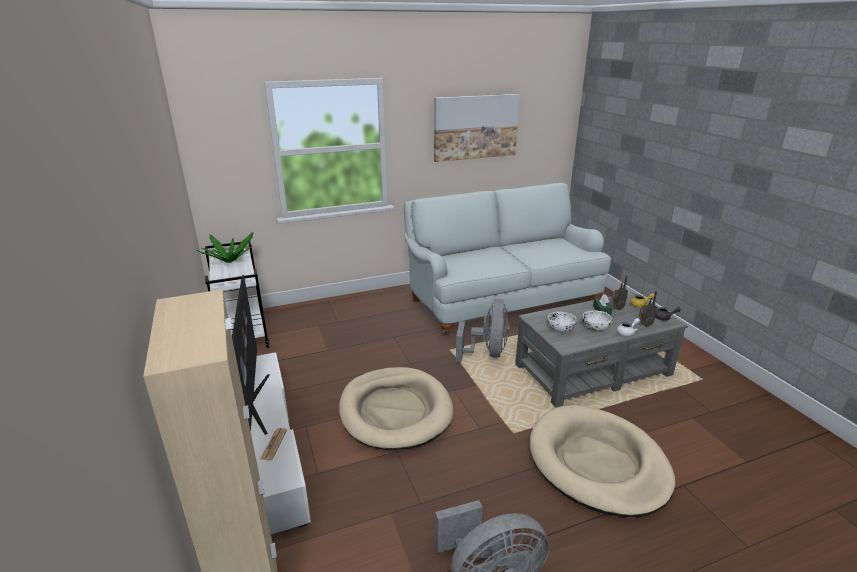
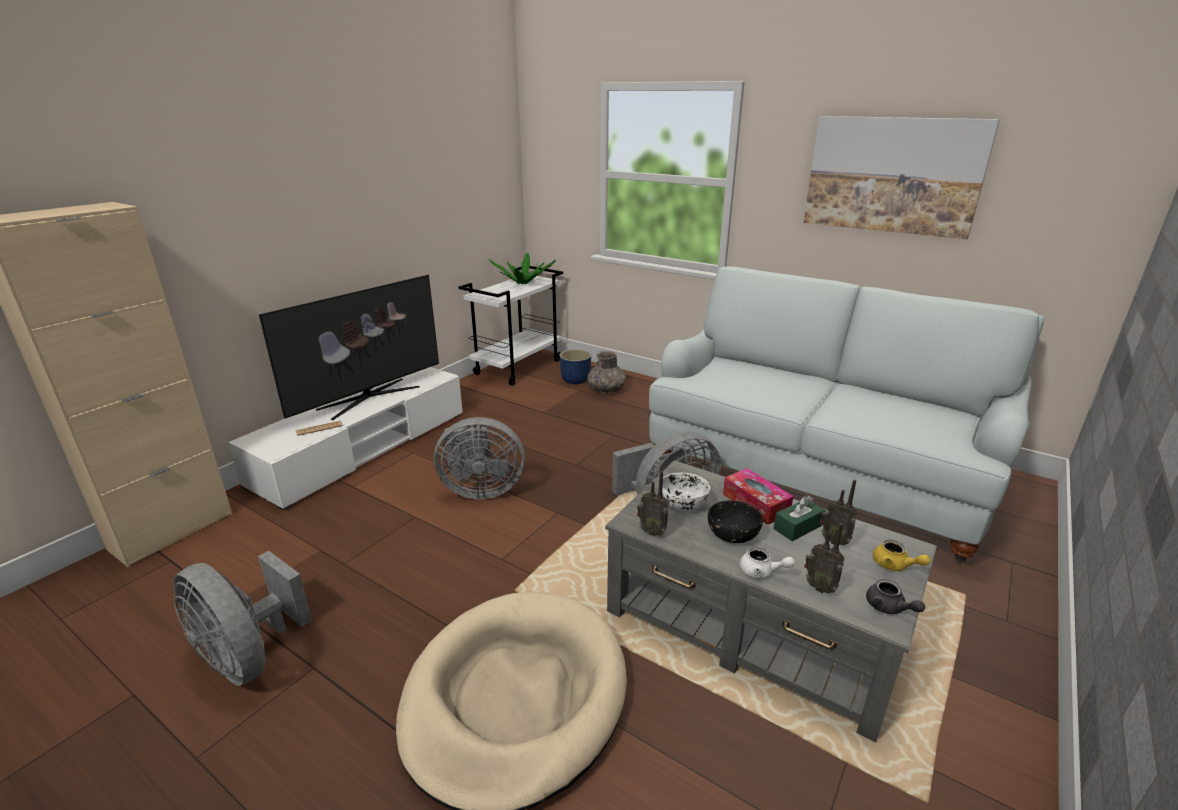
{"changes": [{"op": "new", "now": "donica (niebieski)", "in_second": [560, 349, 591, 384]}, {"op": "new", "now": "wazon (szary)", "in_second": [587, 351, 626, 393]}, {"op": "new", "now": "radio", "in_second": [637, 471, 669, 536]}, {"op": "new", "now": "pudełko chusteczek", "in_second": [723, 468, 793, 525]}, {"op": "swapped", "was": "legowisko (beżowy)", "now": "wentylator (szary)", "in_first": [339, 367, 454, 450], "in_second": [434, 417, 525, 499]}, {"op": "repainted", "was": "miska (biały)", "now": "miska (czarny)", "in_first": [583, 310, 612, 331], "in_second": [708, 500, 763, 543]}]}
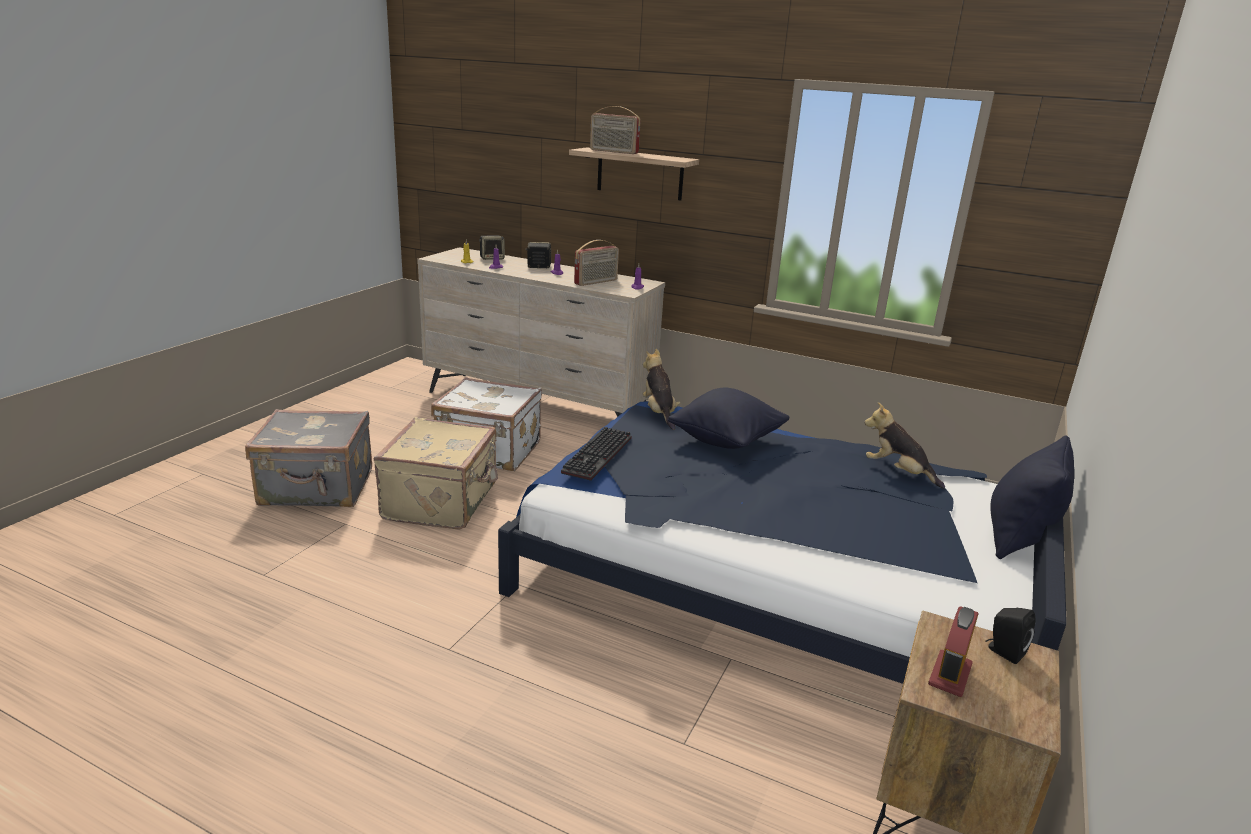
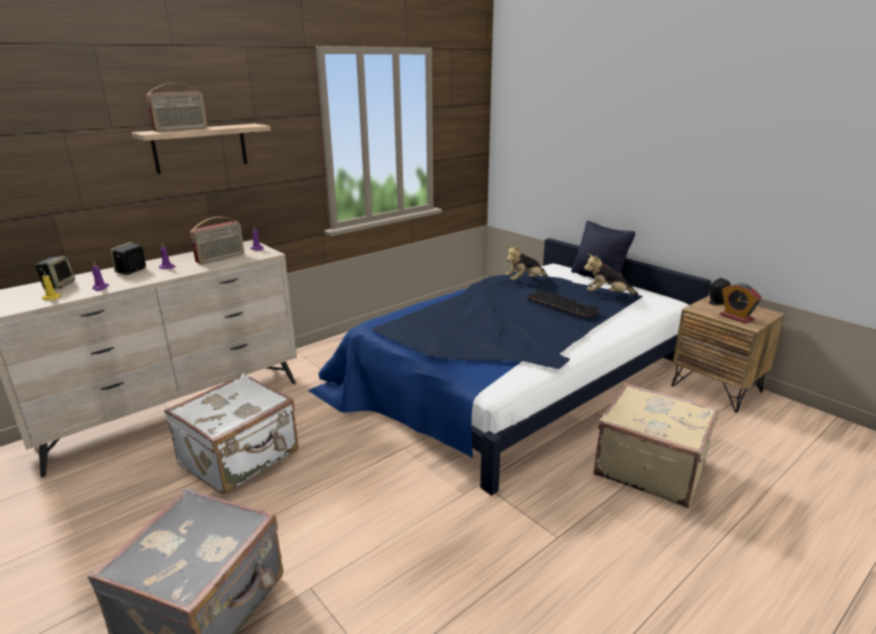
{"changes": [{"op": "gone", "was": "poduszka (czarny)", "in_first": [668, 388, 790, 449]}, {"op": "shifted", "was": "walizka (beżowy)", "in_first": [374, 417, 498, 530], "in_second": [593, 383, 719, 508]}, {"op": "shifted", "was": "klawiatura", "in_first": [561, 427, 631, 481], "in_second": [527, 289, 599, 319]}, {"op": "shifted", "was": "pluszak", "in_first": [643, 349, 681, 430], "in_second": [584, 253, 639, 296]}, {"op": "rotated", "was": "radio", "in_first": [574, 240, 619, 286], "in_second": [190, 217, 244, 265], "clockwise": 60}]}
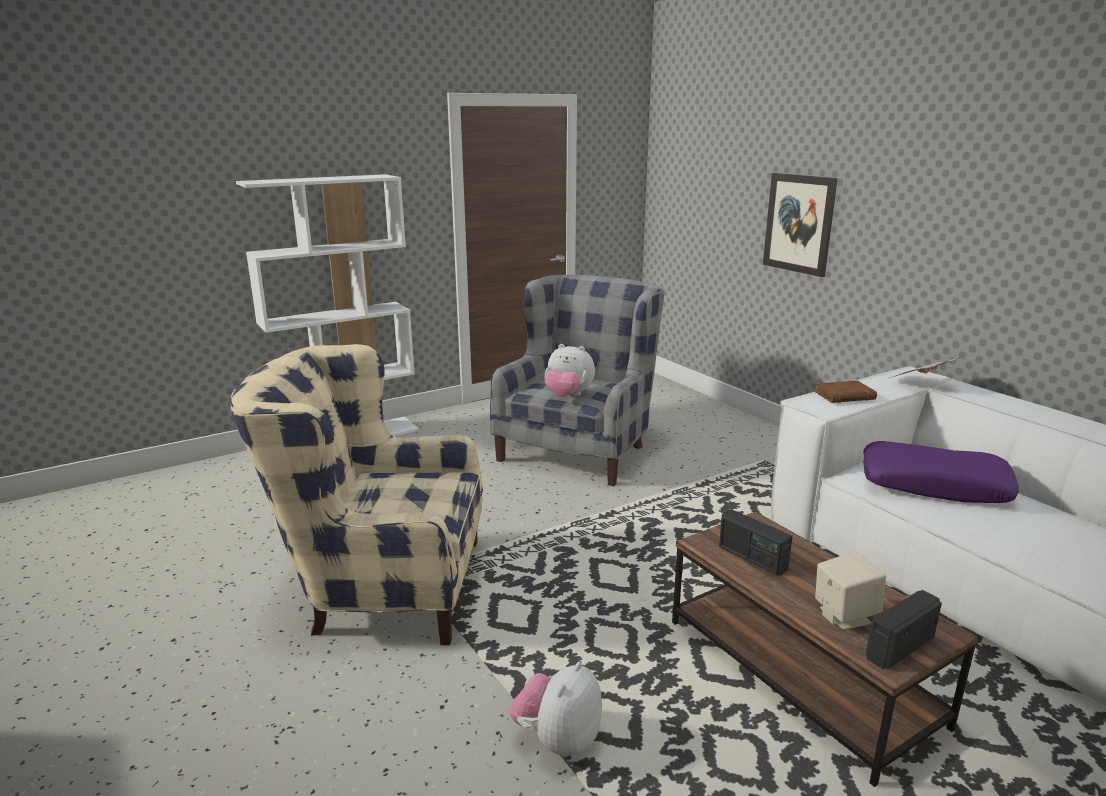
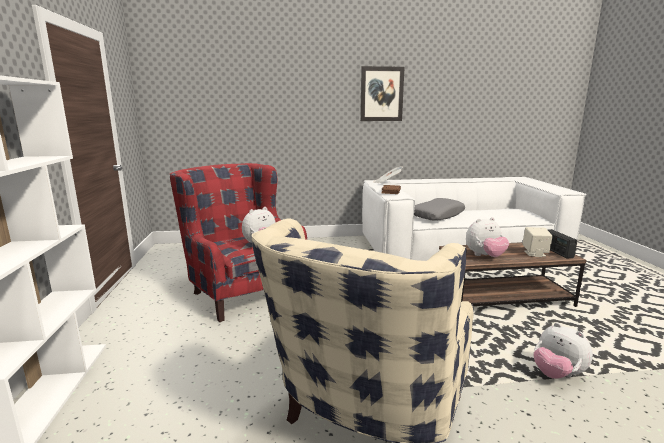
{"changes": [{"op": "shifted", "was": "obraz", "in_first": [763, 173, 838, 277], "in_second": [360, 66, 405, 121]}, {"op": "swapped", "was": "radio", "now": "pluszak", "in_first": [719, 509, 793, 576], "in_second": [466, 217, 509, 257]}, {"op": "repainted", "was": "fotel (szary)", "now": "fotel (czerwony)", "in_first": [490, 275, 665, 486], "in_second": [170, 163, 307, 322]}, {"op": "repainted", "was": "poduszka (fioletowy)", "now": "poduszka (szary)", "in_first": [863, 441, 1019, 503], "in_second": [414, 198, 465, 221]}]}
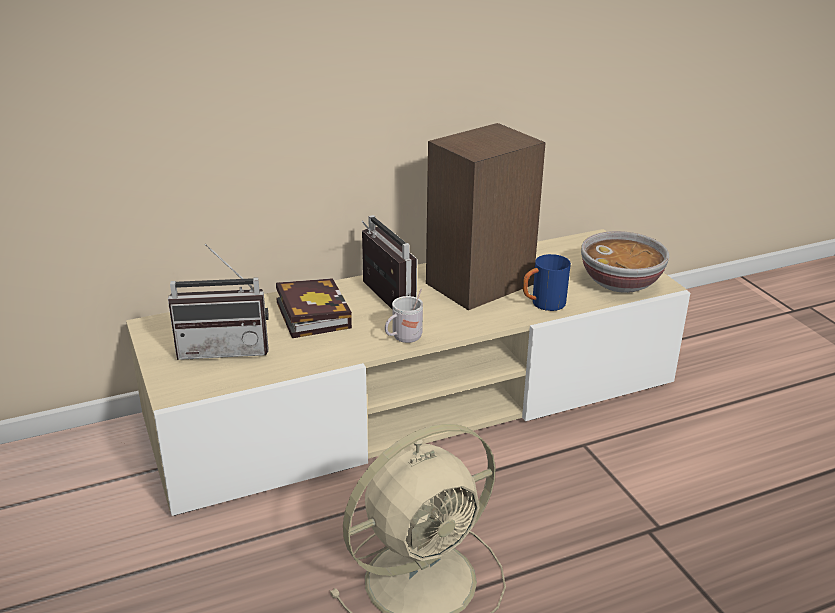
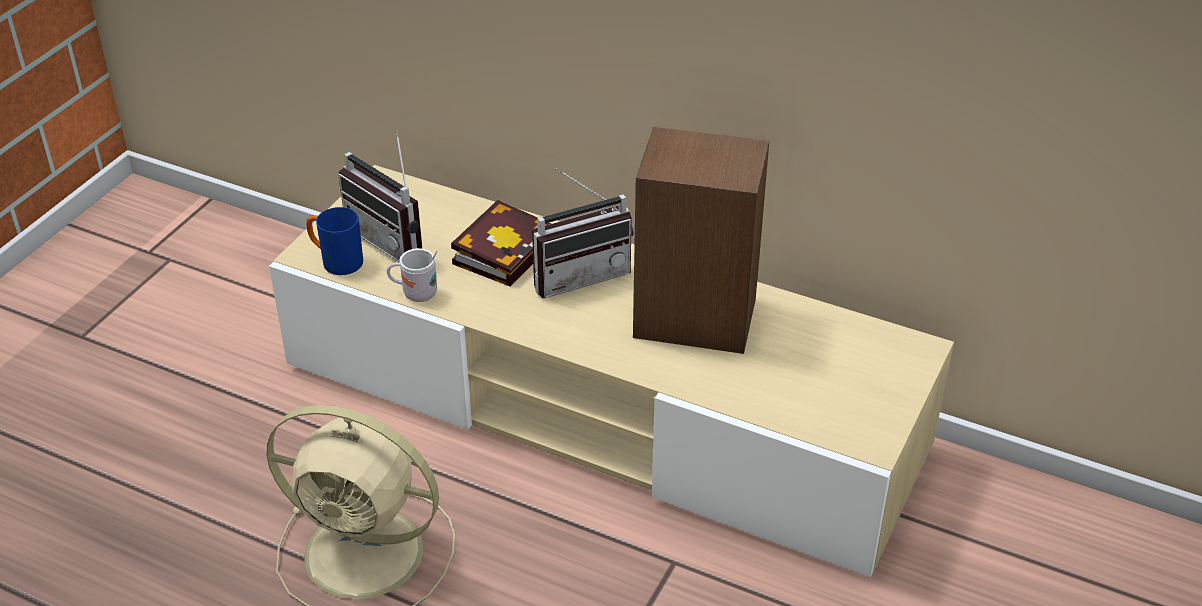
{"changes": [{"op": "gone", "was": "miska", "in_first": [581, 231, 669, 293]}, {"op": "shifted", "was": "kubek (biały)", "in_first": [385, 289, 423, 343], "in_second": [387, 248, 437, 302]}, {"op": "shifted", "was": "kubek (niebieski)", "in_first": [523, 254, 571, 311], "in_second": [306, 207, 363, 275]}, {"op": "rotated", "was": "radio", "in_first": [362, 215, 417, 309], "in_second": [532, 168, 634, 298], "clockwise": 45}]}
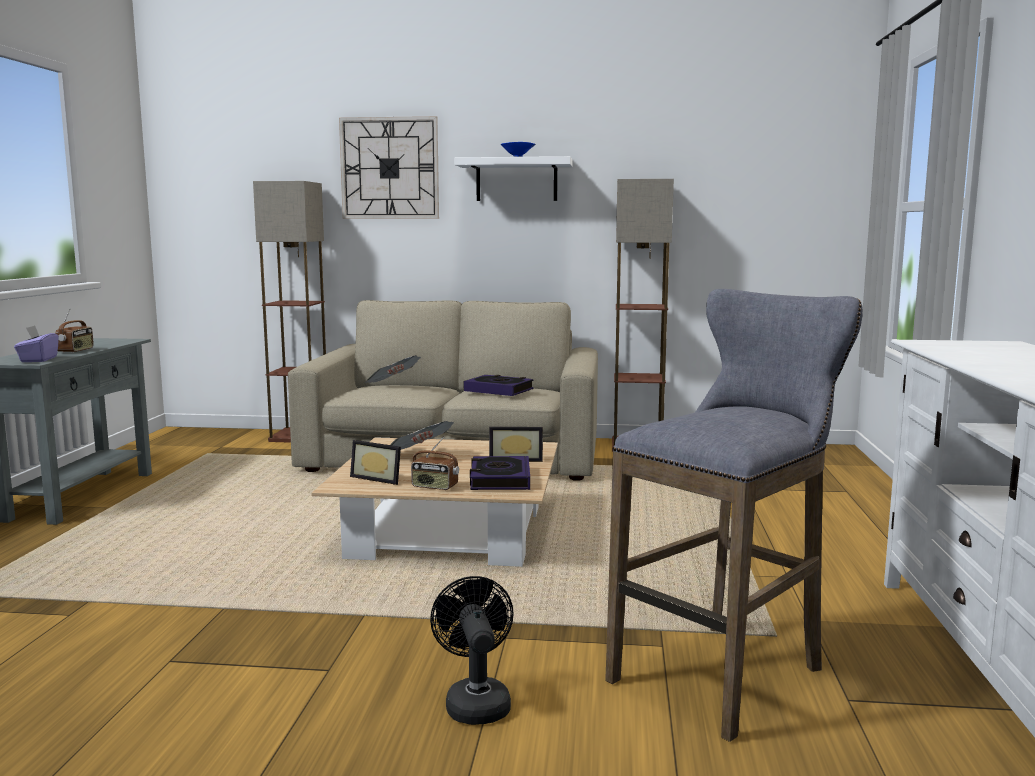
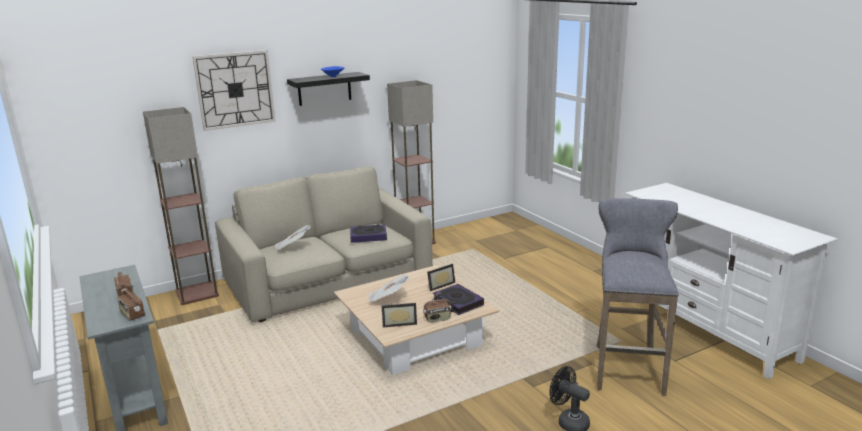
{"changes": [{"op": "swapped", "was": "pudełko chusteczek (fioletowy)", "now": "radio", "in_first": [14, 325, 59, 362], "in_second": [117, 284, 145, 321]}, {"op": "repainted", "was": "półka (biały)", "now": "półka (czarny)", "in_first": [455, 156, 573, 201], "in_second": [287, 72, 370, 106]}]}
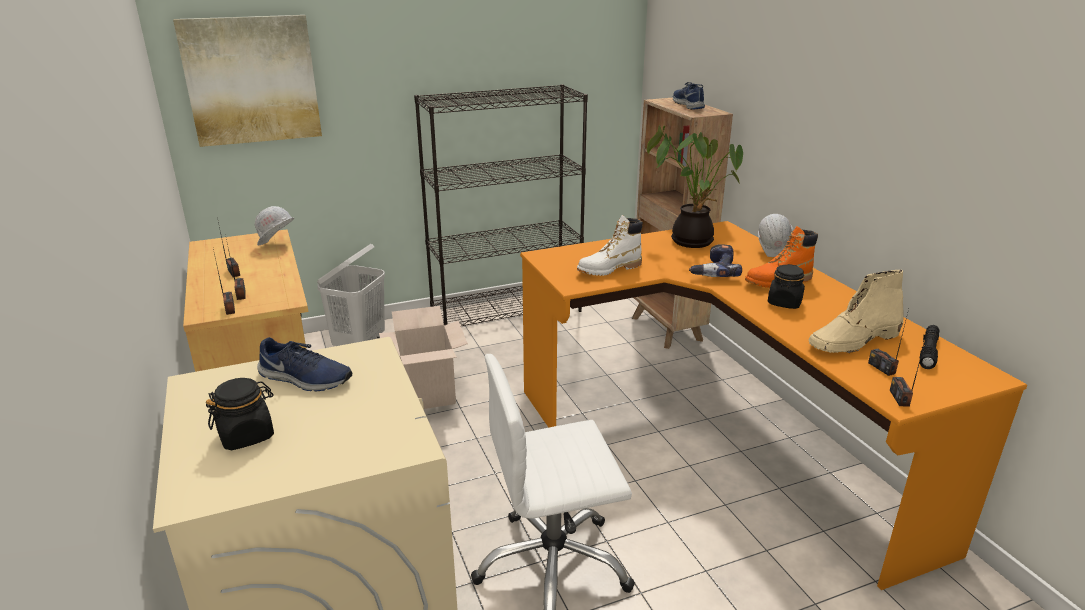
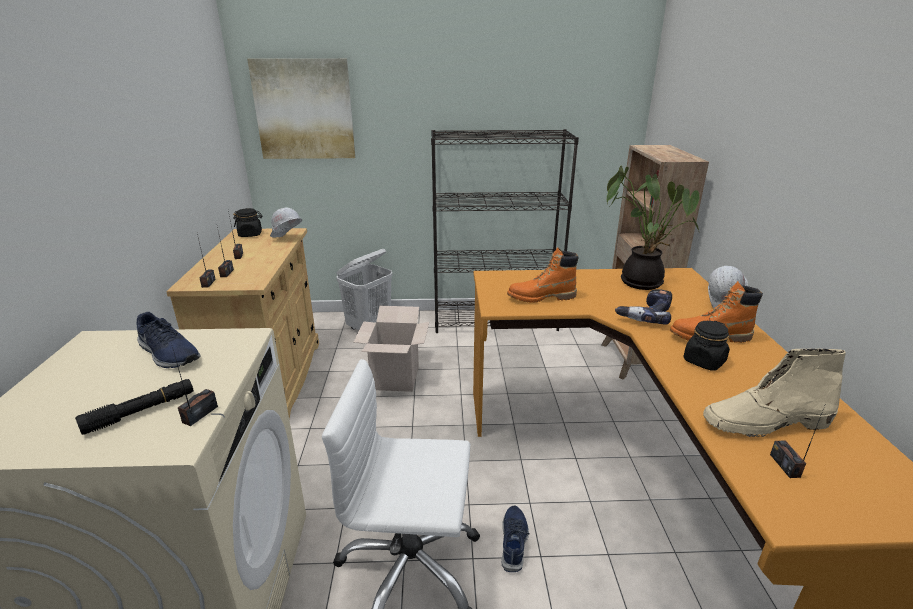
{"changes": [{"op": "shifted", "was": "słoik (czarny)", "in_first": [206, 378, 274, 450], "in_second": [233, 208, 262, 237]}, {"op": "shifted", "was": "but (niebieski)", "in_first": [673, 82, 705, 110], "in_second": [502, 506, 529, 572]}, {"op": "shifted", "was": "radio", "in_first": [890, 339, 926, 407], "in_second": [172, 347, 218, 426]}, {"op": "shifted", "was": "latarka (czarny)", "in_first": [919, 325, 939, 369], "in_second": [75, 379, 194, 435]}, {"op": "repainted", "was": "but z cholewką (biały)", "now": "but z cholewką (pomarańczowy)", "in_first": [577, 215, 643, 276], "in_second": [507, 247, 579, 303]}]}
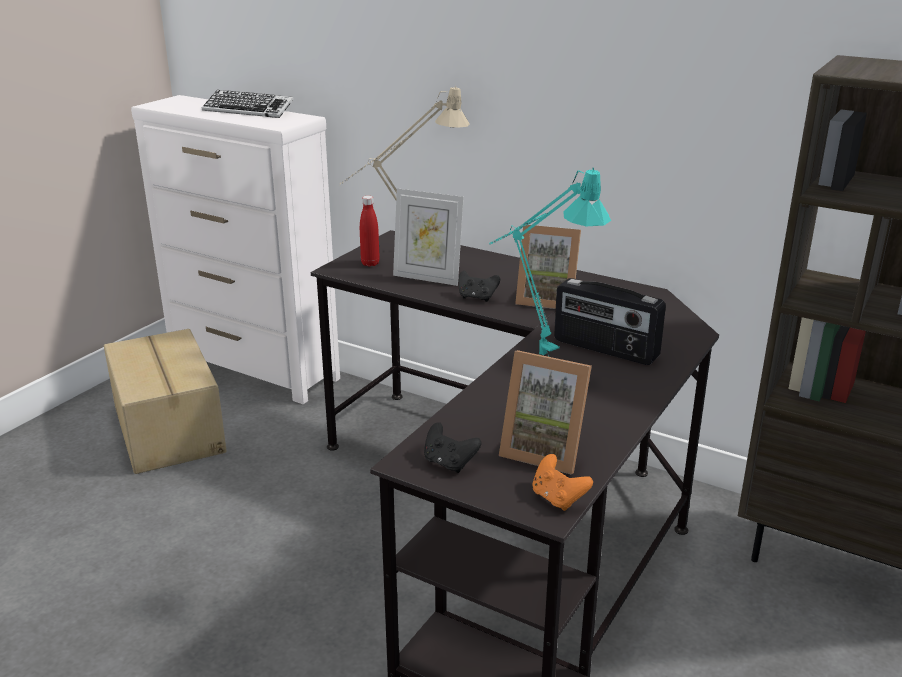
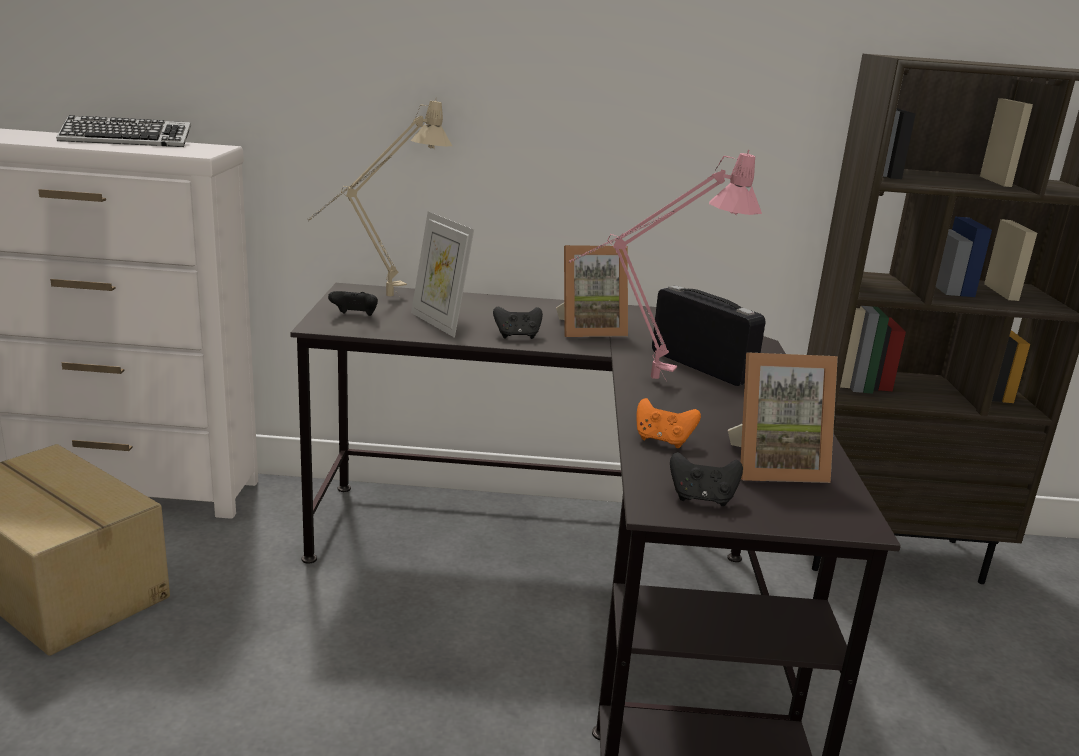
{"changes": [{"op": "shifted", "was": "pad do gier (pomarańczowy)", "in_first": [532, 454, 593, 511], "in_second": [637, 398, 701, 448]}, {"op": "swapped", "was": "butelka (czerwony)", "now": "pad do gier (czarny)", "in_first": [360, 196, 380, 267], "in_second": [328, 291, 378, 316]}, {"op": "repainted", "was": "lampa stołowa (turkusowy)", "now": "lampa stołowa (różowy)", "in_first": [489, 168, 611, 356], "in_second": [569, 150, 762, 380]}, {"op": "rotated", "was": "ramka na zdjęcie", "in_first": [393, 188, 464, 286], "in_second": [411, 211, 474, 337], "clockwise": 60}, {"op": "rotated", "was": "radio", "in_first": [554, 278, 666, 365], "in_second": [652, 286, 765, 386], "clockwise": -135}]}
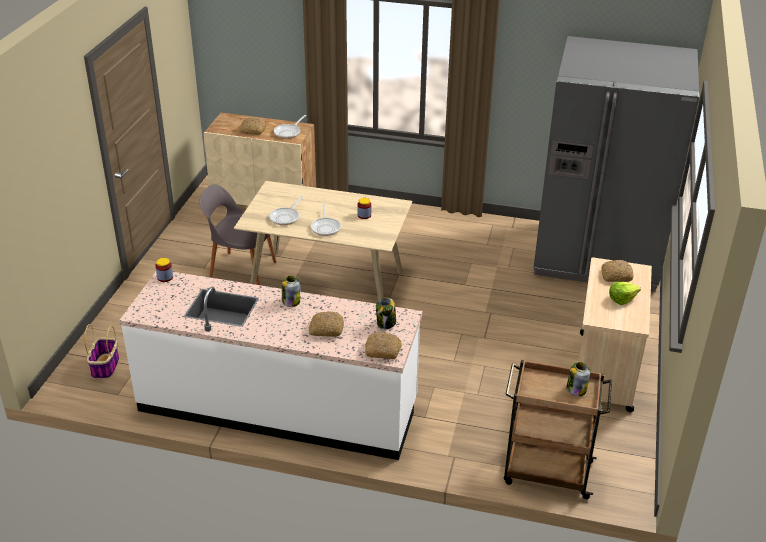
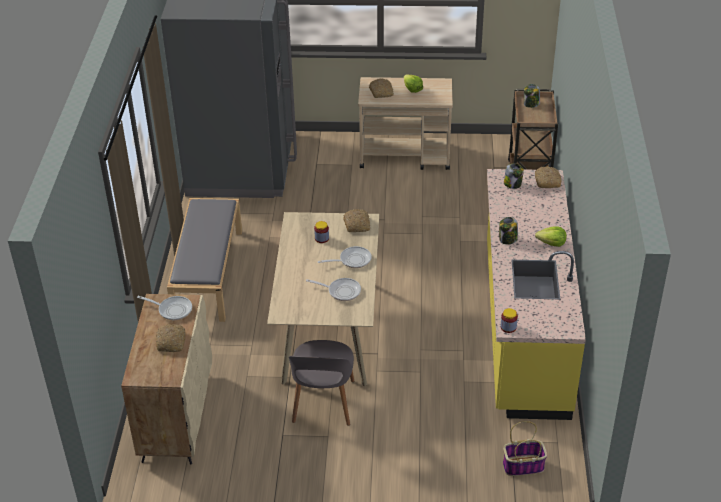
{"changes": [{"op": "new", "now": "ławka (szary)", "in_second": [167, 198, 242, 322]}, {"op": "new", "now": "sałata", "in_second": [535, 227, 567, 247]}, {"op": "shifted", "was": "chleb", "in_first": [309, 311, 344, 337], "in_second": [343, 209, 370, 232]}, {"op": "repainted", "was": "zabudowa kuchenna (biały)", "now": "zabudowa kuchenna (żółty)", "in_first": [119, 272, 422, 460], "in_second": [487, 169, 586, 420]}]}
